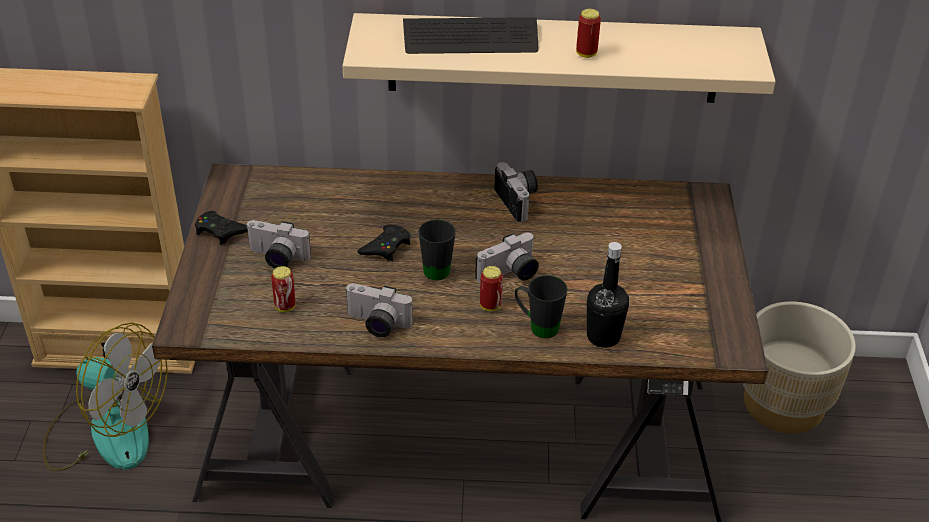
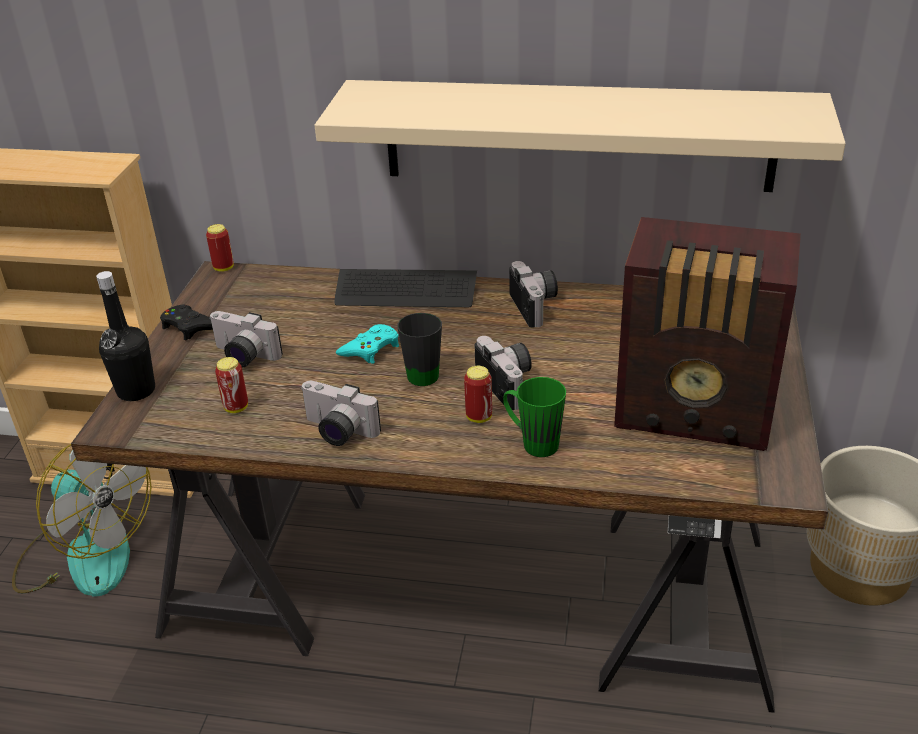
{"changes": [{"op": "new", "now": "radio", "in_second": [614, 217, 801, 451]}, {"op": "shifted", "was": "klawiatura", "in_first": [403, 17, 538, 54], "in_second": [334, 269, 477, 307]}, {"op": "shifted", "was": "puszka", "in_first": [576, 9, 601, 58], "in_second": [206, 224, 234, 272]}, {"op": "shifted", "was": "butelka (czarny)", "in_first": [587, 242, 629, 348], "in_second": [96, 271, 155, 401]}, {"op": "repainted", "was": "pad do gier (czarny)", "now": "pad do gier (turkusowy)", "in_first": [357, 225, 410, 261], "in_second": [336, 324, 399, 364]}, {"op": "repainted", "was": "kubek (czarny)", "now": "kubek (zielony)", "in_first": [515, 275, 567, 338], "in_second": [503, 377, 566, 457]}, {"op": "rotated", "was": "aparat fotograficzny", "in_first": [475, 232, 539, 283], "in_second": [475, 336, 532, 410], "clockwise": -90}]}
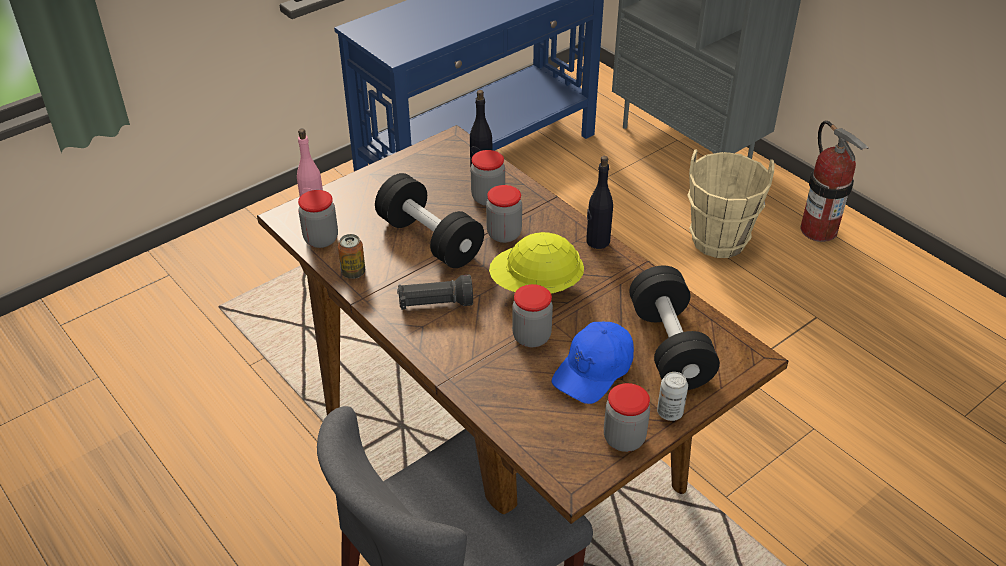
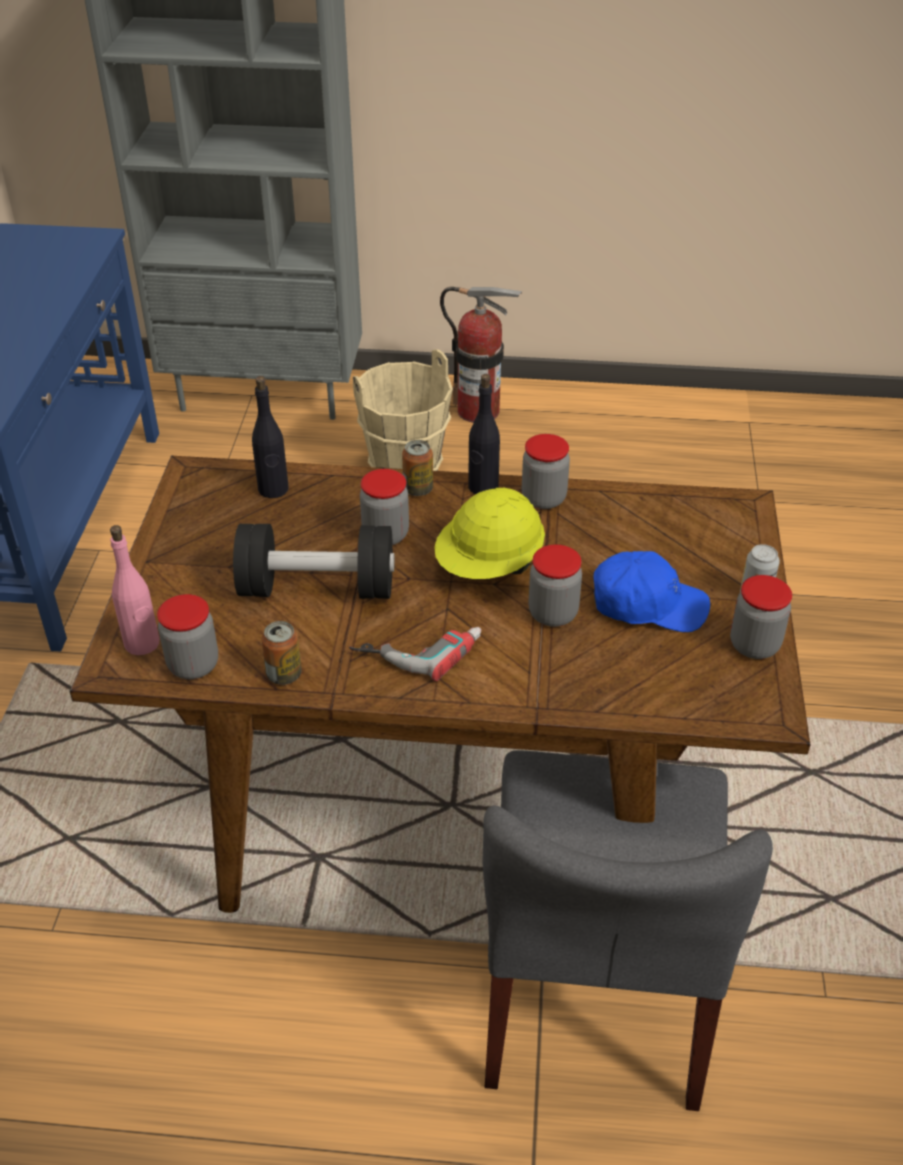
{"changes": [{"op": "gone", "was": "hantel (czarny)", "in_first": [629, 266, 720, 390]}, {"op": "new", "now": "puszka", "in_second": [402, 440, 433, 496]}, {"op": "shifted", "was": "słoik", "in_first": [471, 150, 505, 206], "in_second": [522, 434, 570, 509]}, {"op": "swapped", "was": "latarka (czarny)", "now": "wiertarka", "in_first": [397, 275, 473, 310], "in_second": [349, 627, 481, 681]}, {"op": "rotated", "was": "czapka z daszkiem (niebieski)", "in_first": [552, 322, 634, 404], "in_second": [593, 551, 710, 632], "clockwise": -75}]}
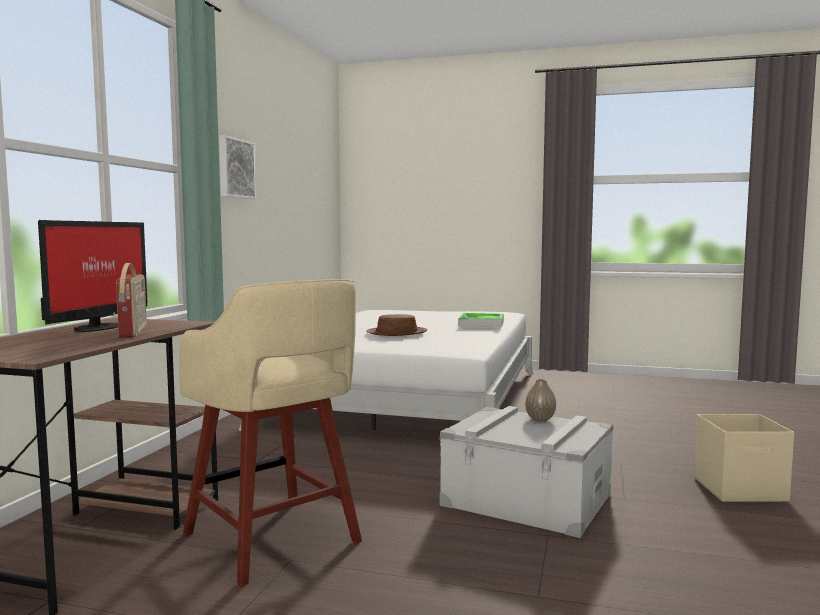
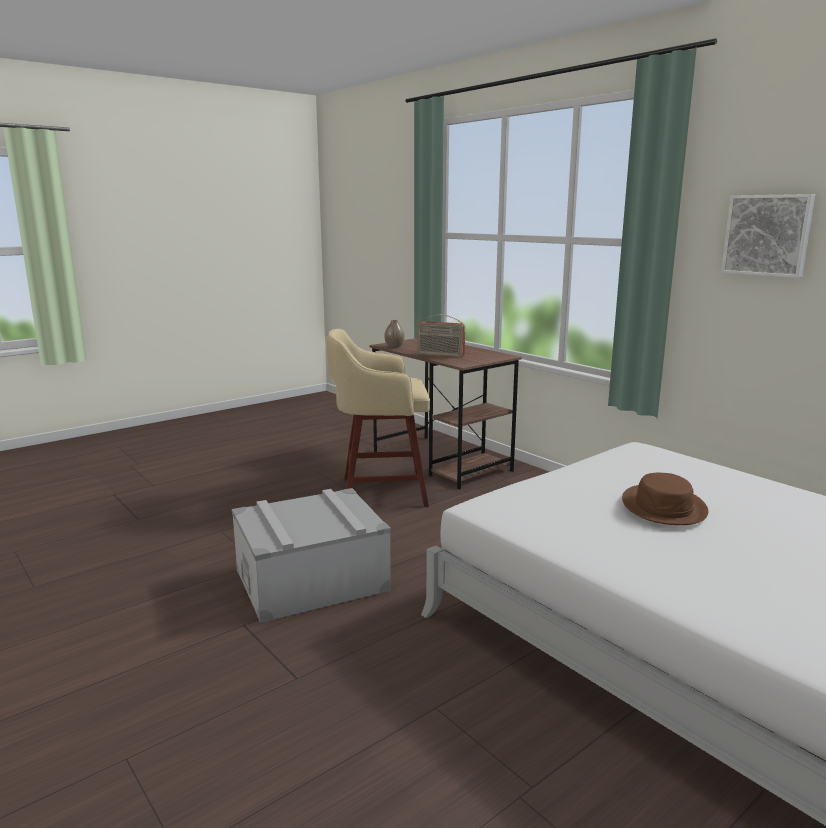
{"changes": [{"op": "gone", "was": "monitor", "in_first": [38, 220, 148, 332]}, {"op": "gone", "was": "taca", "in_first": [459, 313, 504, 327]}, {"op": "gone", "was": "pojemnik do przechowywania (beżowy)", "in_first": [694, 414, 794, 502]}, {"op": "shifted", "was": "wazon", "in_first": [525, 379, 556, 422], "in_second": [384, 320, 405, 348]}]}
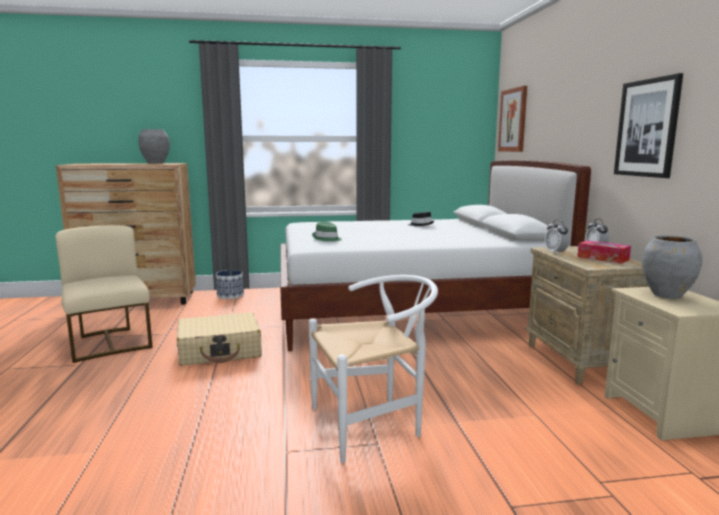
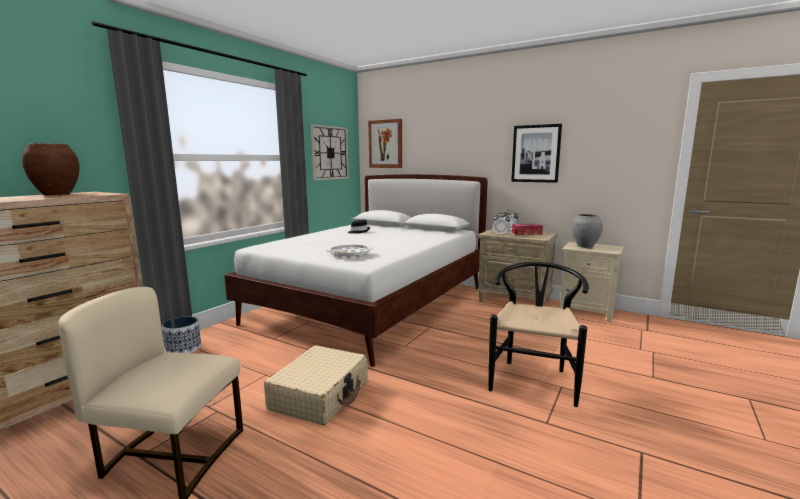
{"changes": [{"op": "new", "now": "zegar ścienny", "in_second": [311, 124, 349, 180]}, {"op": "swapped", "was": "kapelusz (zielony)", "now": "taca (biały)", "in_first": [312, 221, 342, 242], "in_second": [326, 245, 374, 258]}, {"op": "repainted", "was": "wazon (szary)", "now": "wazon (brązowy)", "in_first": [138, 129, 170, 164], "in_second": [22, 143, 80, 195]}, {"op": "repainted", "was": "krzesło (biały)", "now": "krzesło (czarny)", "in_first": [309, 275, 438, 463], "in_second": [489, 262, 589, 407]}]}
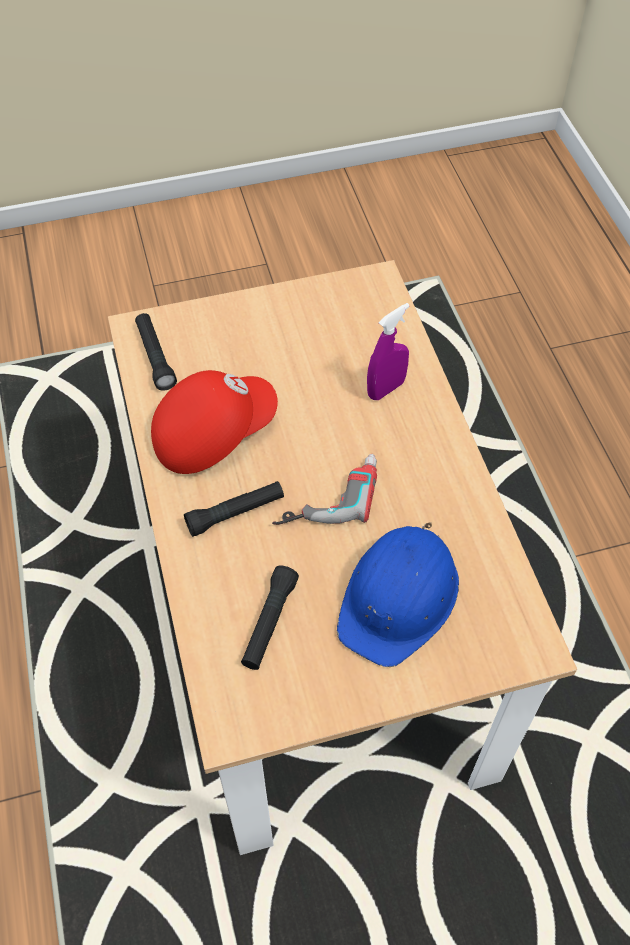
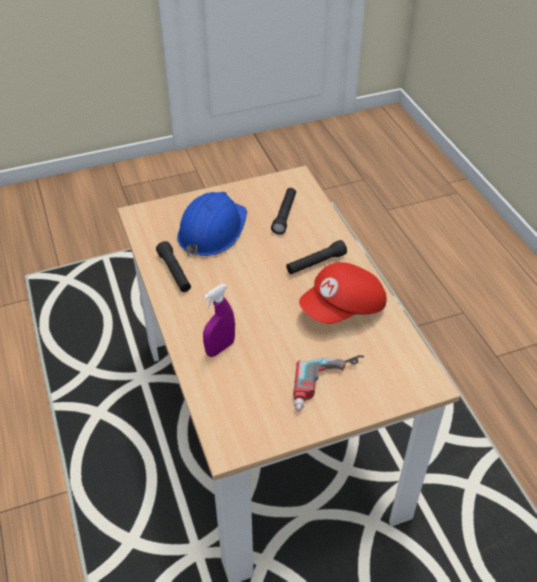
{"changes": [{"op": "shifted", "was": "latarka (czarny)", "in_first": [135, 313, 177, 391], "in_second": [156, 241, 191, 292]}, {"op": "shifted", "was": "wiertarka", "in_first": [272, 454, 377, 525], "in_second": [293, 355, 364, 411]}]}
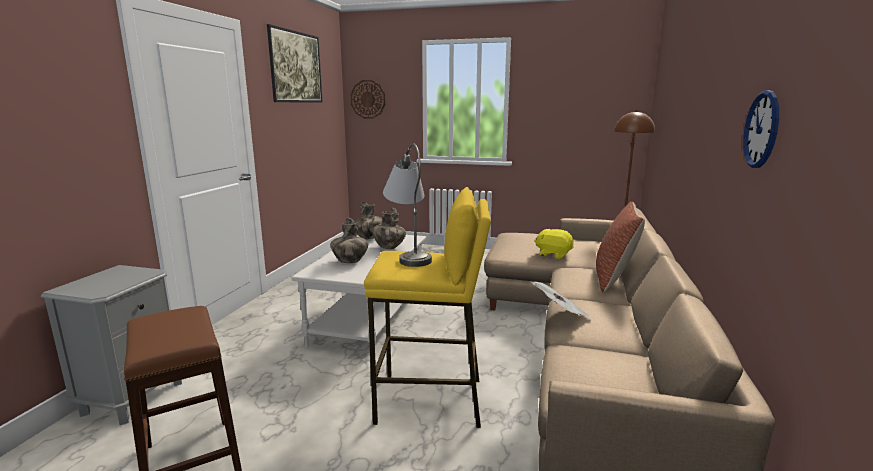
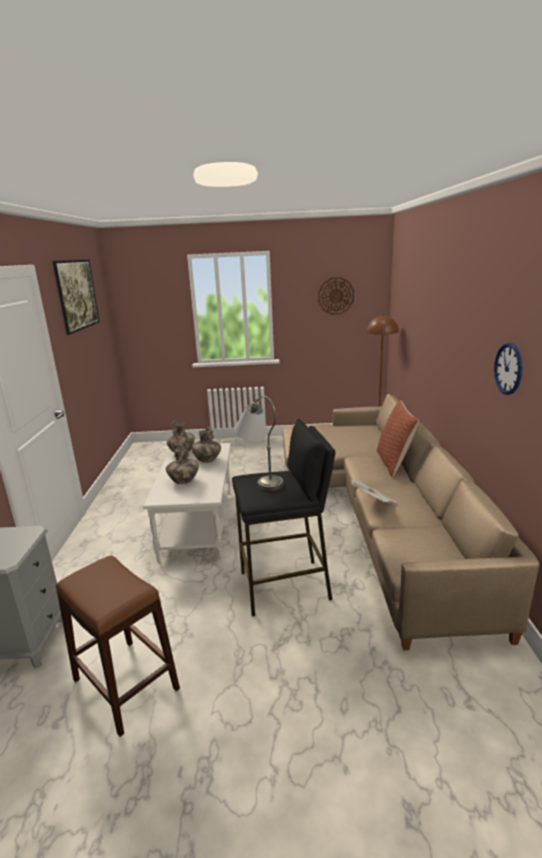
{"changes": [{"op": "gone", "was": "pluszak (żółty)", "in_first": [534, 229, 574, 259]}, {"op": "shifted", "was": "zegar ścienny", "in_first": [350, 80, 386, 119], "in_second": [318, 277, 354, 315]}, {"op": "repainted", "was": "stołek (żółty)", "now": "stołek (czarny)", "in_first": [364, 187, 491, 428], "in_second": [232, 419, 335, 616]}]}
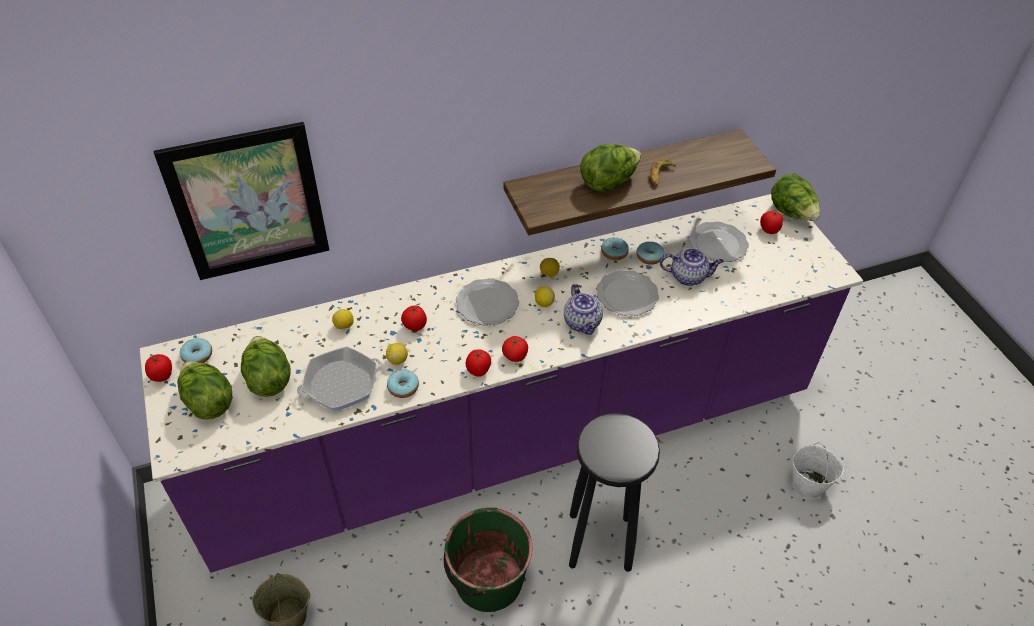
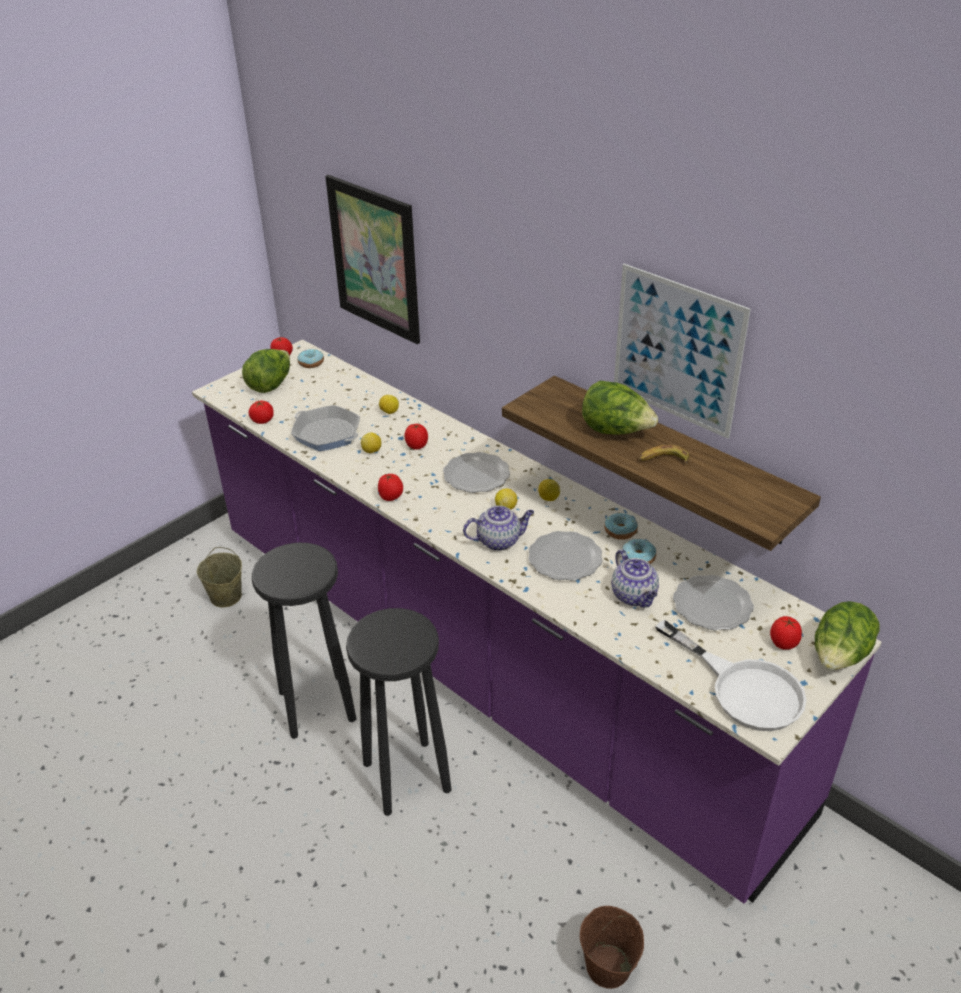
{"changes": [{"op": "gone", "was": "sałata", "in_first": [241, 336, 291, 397]}, {"op": "gone", "was": "donut", "in_first": [387, 370, 419, 398]}, {"op": "new", "now": "obraz", "in_second": [614, 264, 751, 439]}, {"op": "new", "now": "patelnia (biały)", "in_second": [655, 620, 807, 731]}, {"op": "shifted", "was": "pomidor", "in_first": [502, 336, 528, 362], "in_second": [248, 401, 274, 424]}, {"op": "swapped", "was": "wiadro (zielony)", "now": "stołek (czarny)", "in_first": [444, 508, 532, 612], "in_second": [252, 543, 356, 739]}, {"op": "repainted", "was": "wiadro (biały)", "now": "wiadro (brązowy)", "in_first": [792, 443, 844, 499], "in_second": [580, 906, 644, 989]}, {"op": "rotated", "was": "imbryk", "in_first": [564, 284, 603, 335], "in_second": [463, 505, 534, 551], "clockwise": -150}]}
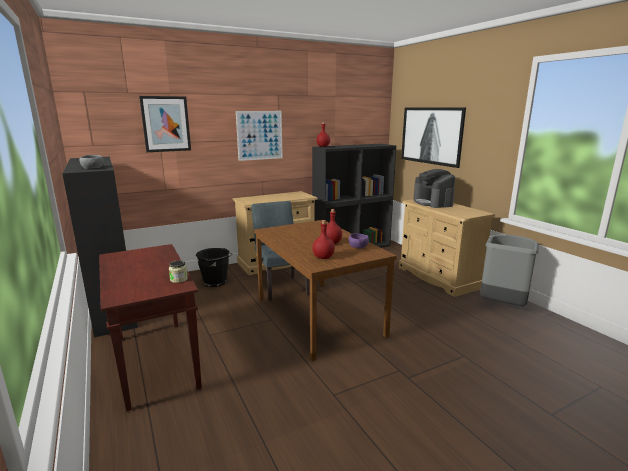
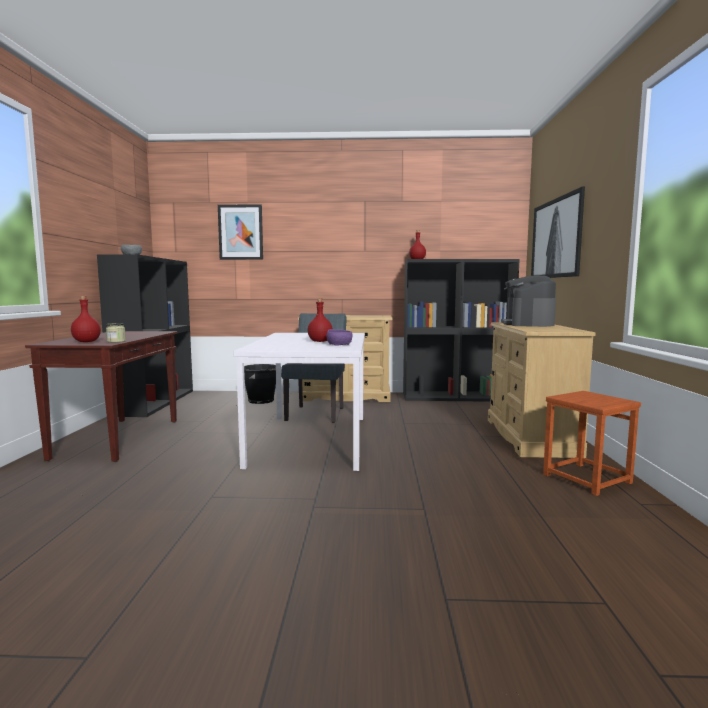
{"changes": [{"op": "gone", "was": "obraz", "in_first": [236, 111, 283, 161]}, {"op": "shifted", "was": "butelka (czerwony)", "in_first": [312, 220, 335, 259], "in_second": [71, 296, 101, 342]}, {"op": "swapped", "was": "kosz na śmieci (szary)", "now": "stołek (brązowy)", "in_first": [480, 234, 539, 306], "in_second": [543, 391, 641, 496]}, {"op": "repainted", "was": "stół jadalny (brązowy)", "now": "stół jadalny (biały)", "in_first": [254, 220, 397, 361], "in_second": [234, 333, 365, 471]}]}
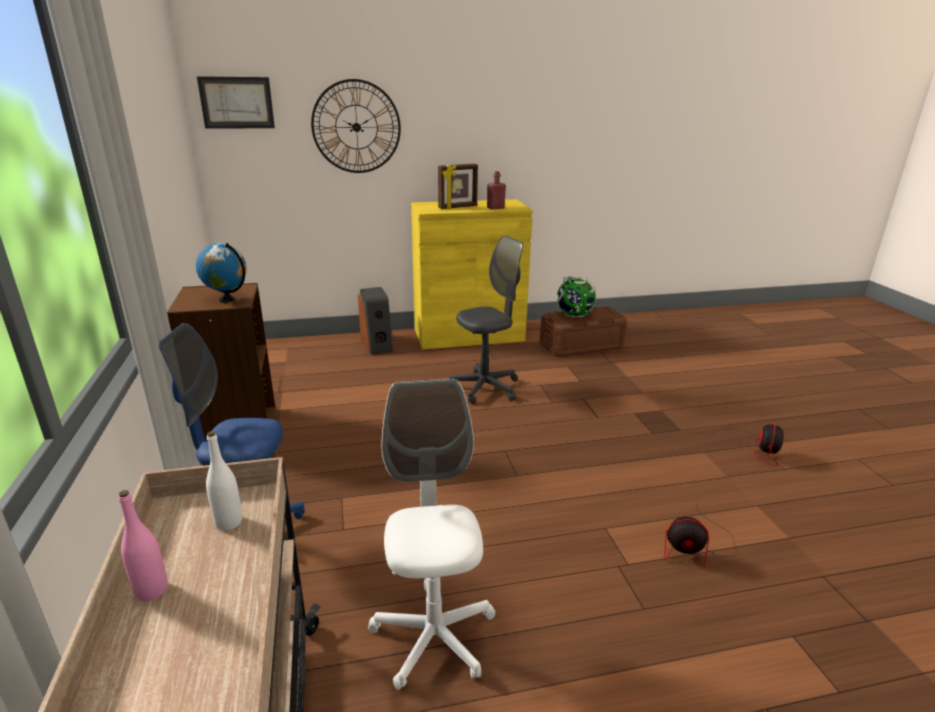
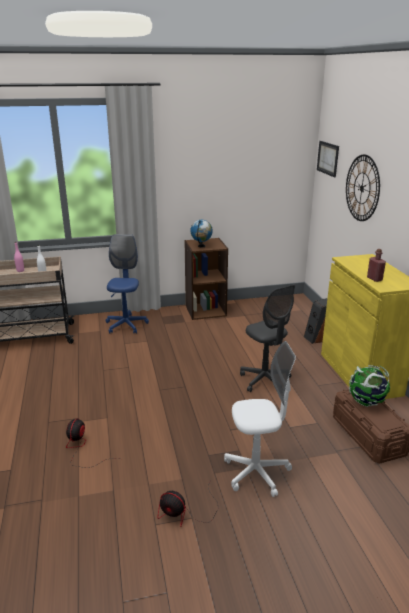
{"changes": [{"op": "gone", "was": "ramka na zdjęcie", "in_first": [438, 164, 478, 209]}, {"op": "shifted", "was": "krzesło biurowe (biały)", "in_first": [368, 379, 495, 690], "in_second": [224, 341, 296, 497]}]}
